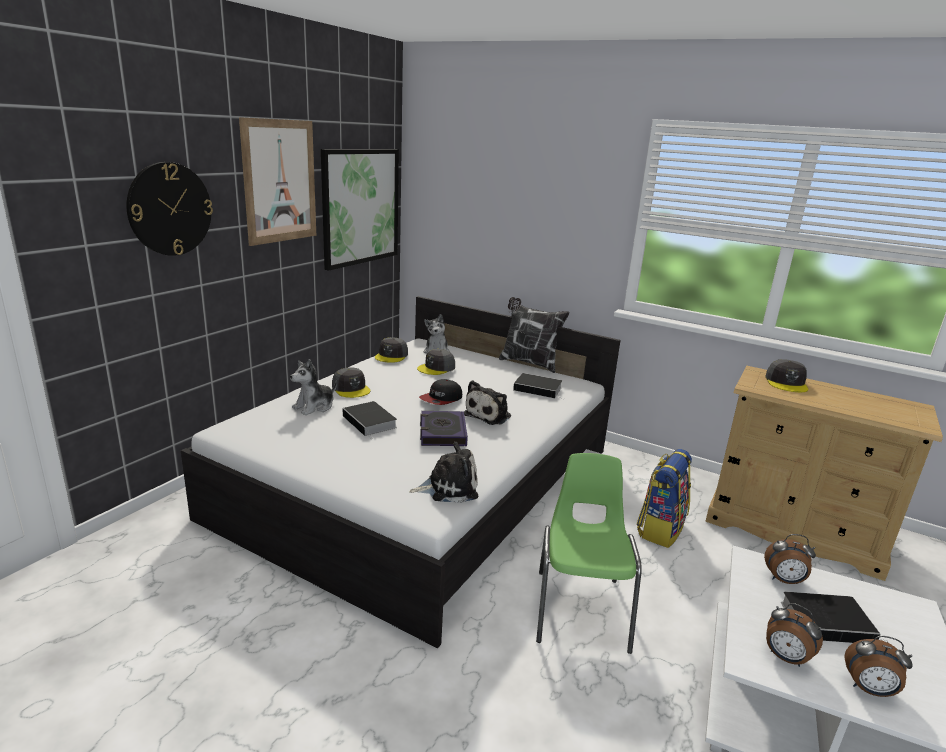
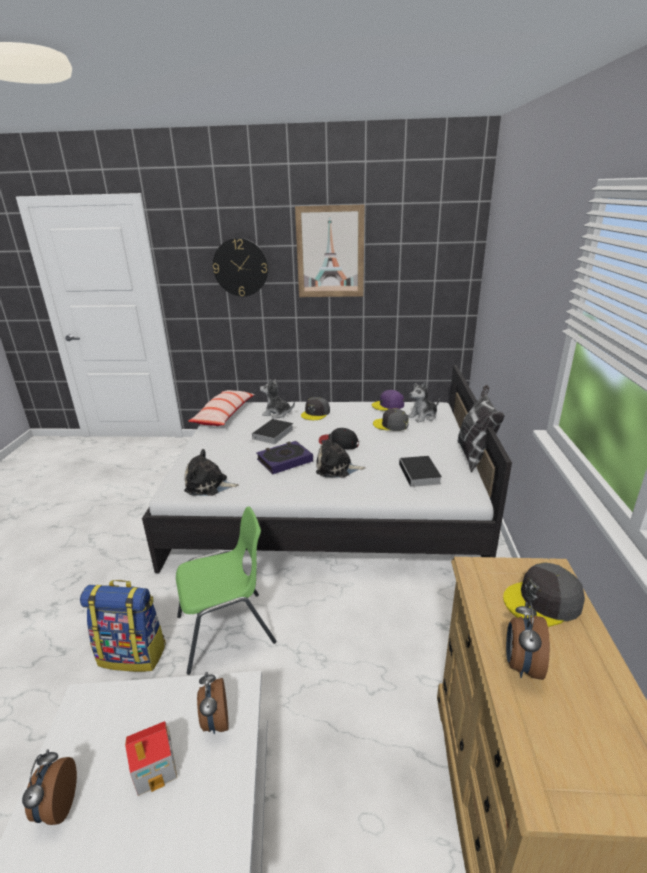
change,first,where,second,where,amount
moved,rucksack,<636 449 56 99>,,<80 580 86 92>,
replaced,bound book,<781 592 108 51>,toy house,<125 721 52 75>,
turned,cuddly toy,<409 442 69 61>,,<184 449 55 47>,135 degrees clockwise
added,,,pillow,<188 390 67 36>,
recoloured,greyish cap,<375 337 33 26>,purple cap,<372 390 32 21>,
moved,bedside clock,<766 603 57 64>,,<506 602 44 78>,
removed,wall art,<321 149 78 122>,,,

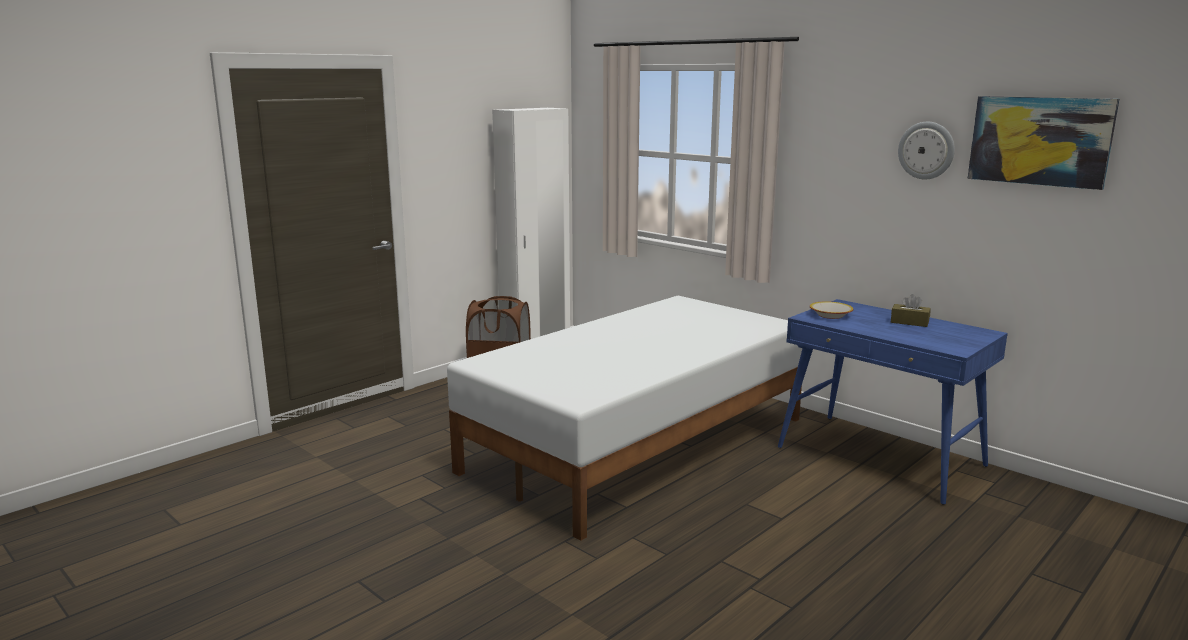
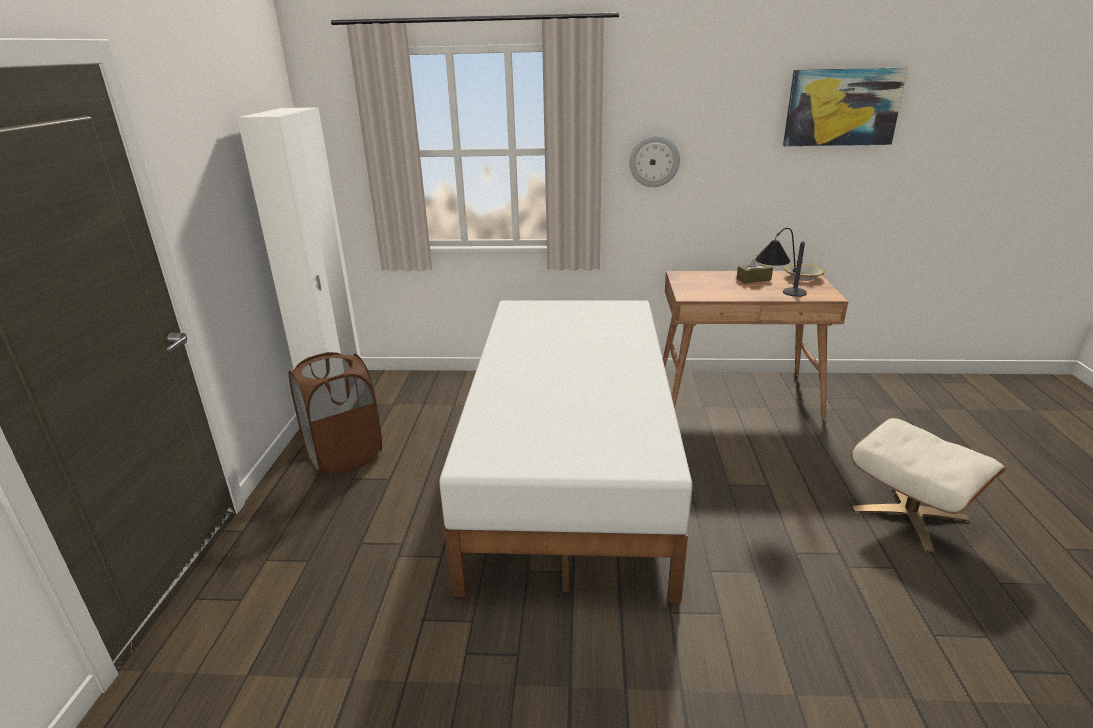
change,first,where,second,where,amount
moved,wall clock,<898 122 57 58>,,<630 136 50 51>,
recoloured,blue desk table,<778 299 230 206>,brown desk table,<663 271 186 149>,
added,,,tabletop lamp,<755 228 52 69>,
moved,deep dish,<810 301 43 18>,,<785 264 40 17>,
added,,,sand-coloured ottoman,<851 418 155 134>,

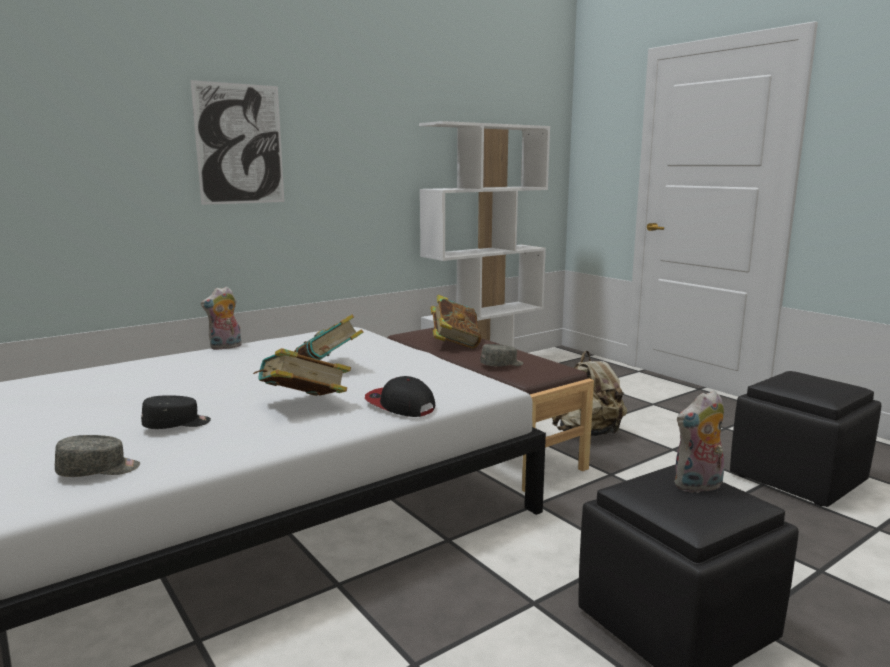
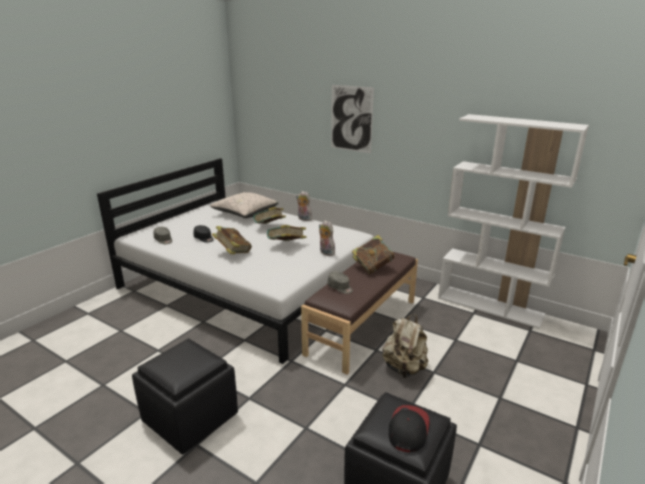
change,first,where,second,where,amount
added,,,sand-coloured pillow,<210 192 68 26>,
added,,,bound book,<253 207 33 17>,
moved,cuddly toy,<674 390 50 103>,,<319 220 16 36>,
moved,cap,<365 376 70 41>,,<389 405 41 47>,

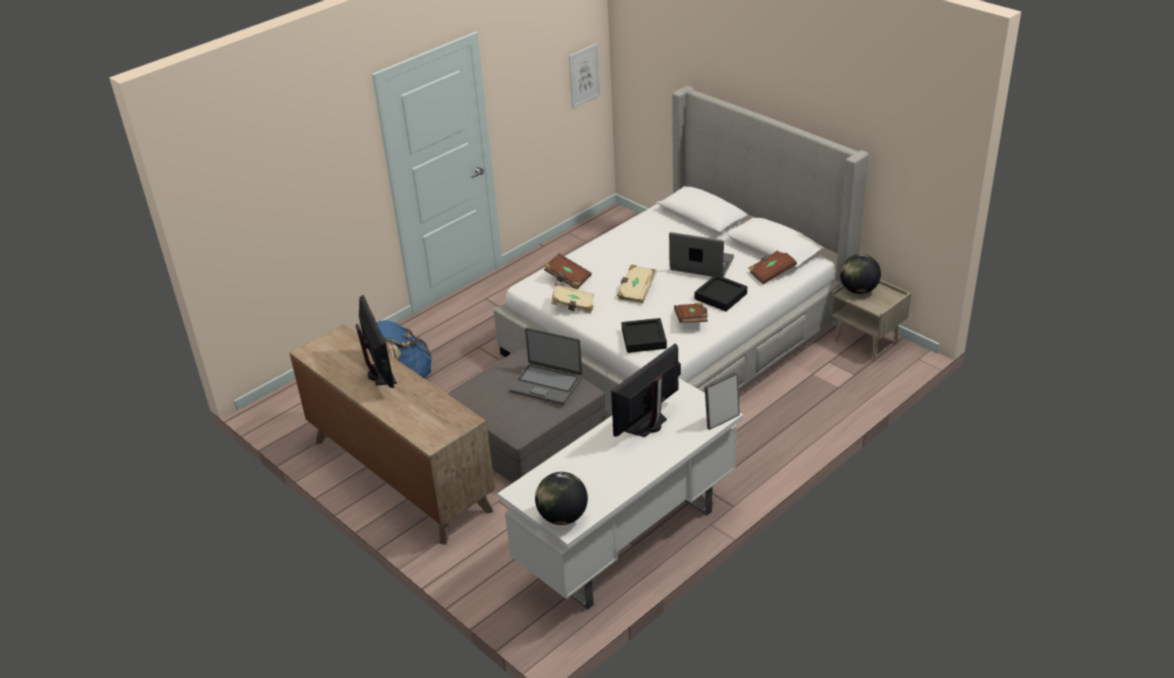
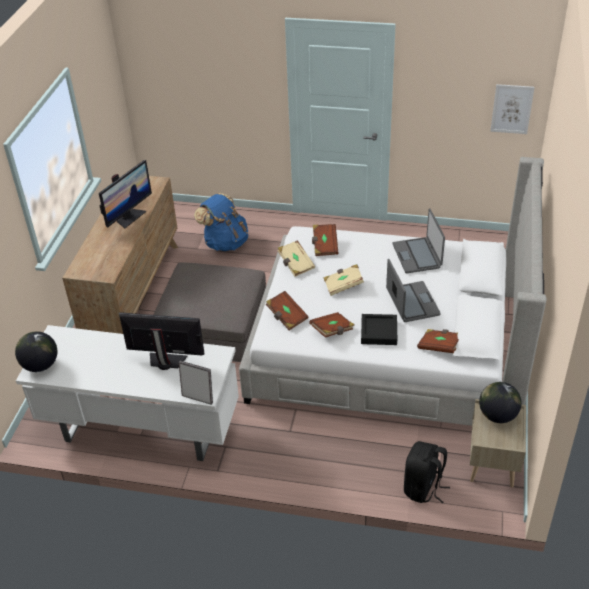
change,first,where,second,where,amount
replaced,blackish serving tray,<622 318 45 35>,brown bound book,<266 291 43 39>,
moved,laptop,<510 328 72 77>,,<393 208 52 65>,
added,,,blackish rucksack,<404 441 46 62>,

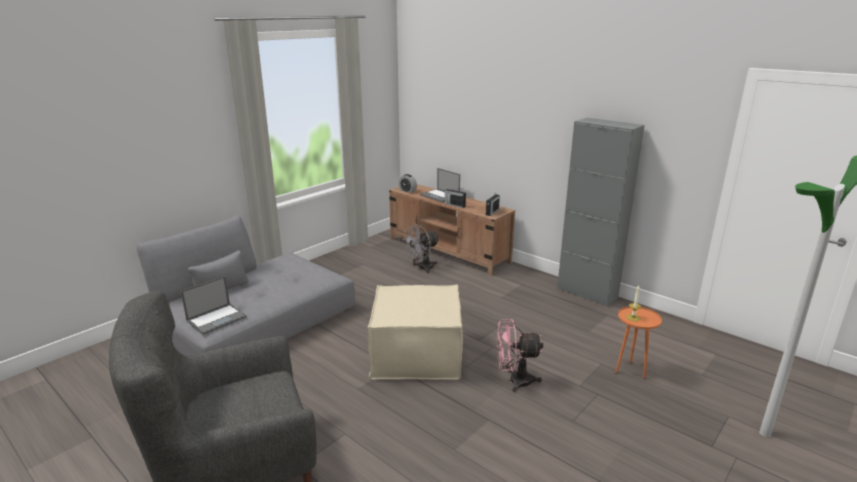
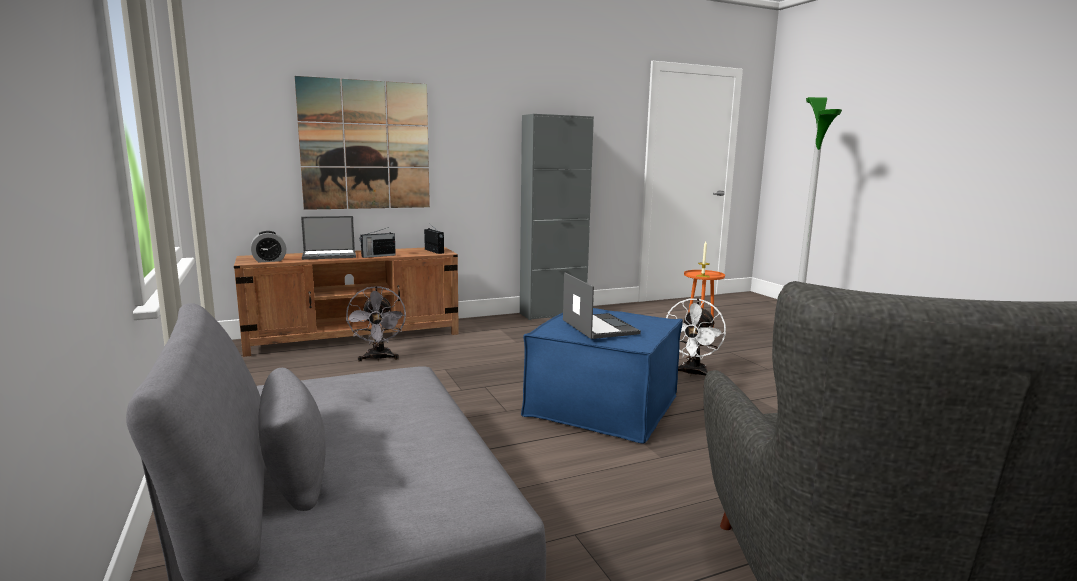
change,first,where,second,where,amount
added,,,wall art,<295 76 135 134>,
recoloured,sand-coloured ottoman,<368 285 95 95>,blue ottoman,<521 308 162 136>,
moved,laptop,<181 276 66 59>,,<563 273 78 66>,
recoloured,pink-coloured electric fan,<497 319 46 73>,white-coloured electric fan,<666 298 60 78>,

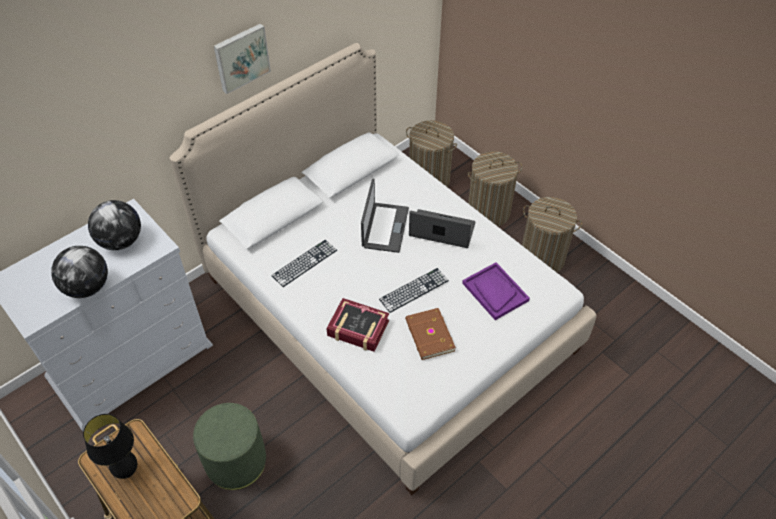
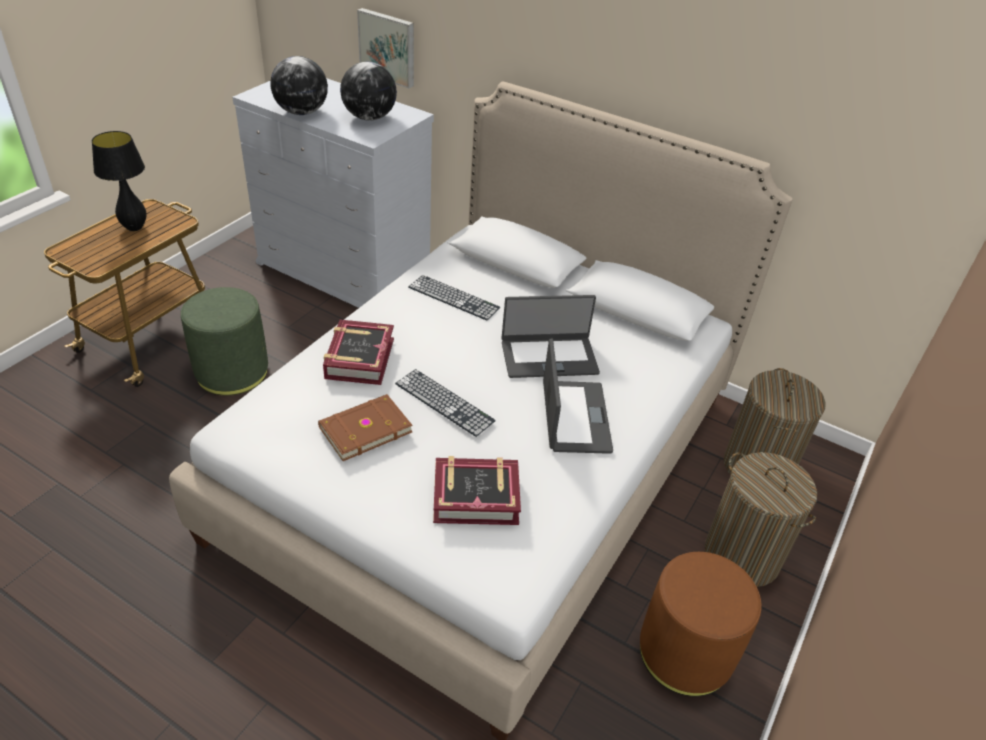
change,first,where,second,where,amount
moved,wall art,<214 24 57 70>,,<357 8 57 80>,
replaced,purple serving tray,<462 262 68 58>,bound book,<433 456 88 69>,
replaced,hamper,<522 197 60 75>,brown ottoman,<640 552 122 145>,

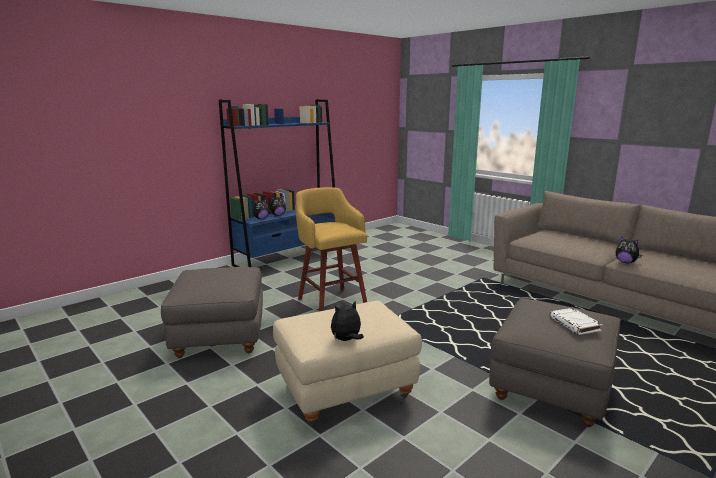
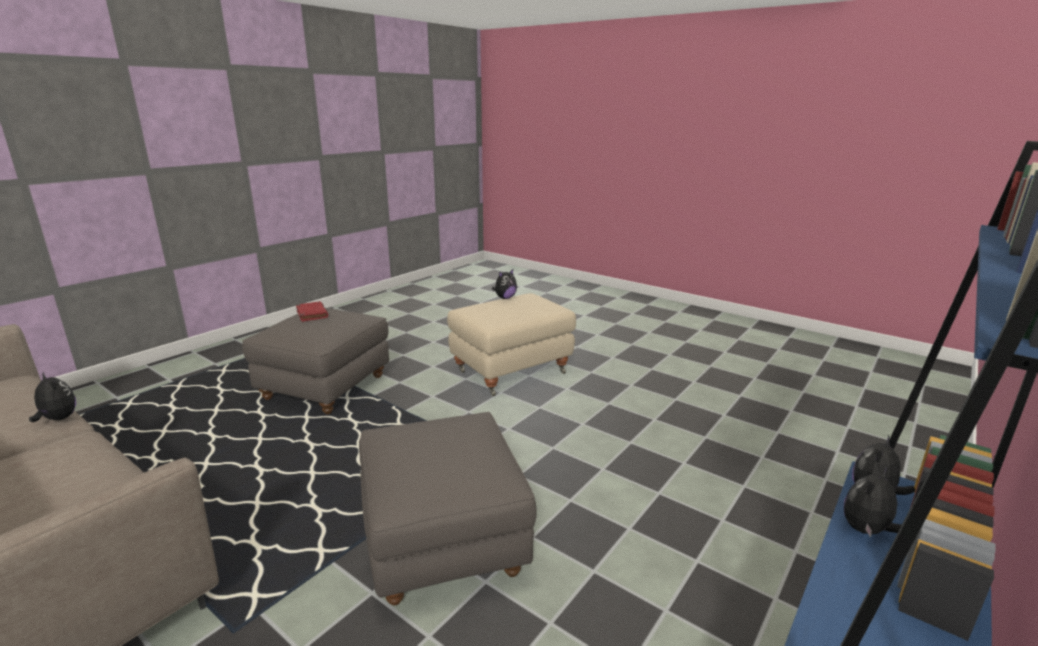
change,first,where,second,where,amount
recoloured,white-coloured bound book,<550 308 53 27>,reddish bound book,<296 301 32 21>,
moved,greyish ottoman,<161 267 102 91>,,<359 412 178 193>,
removed,yellow-coloured sitting stool,<296 187 71 124>,,,

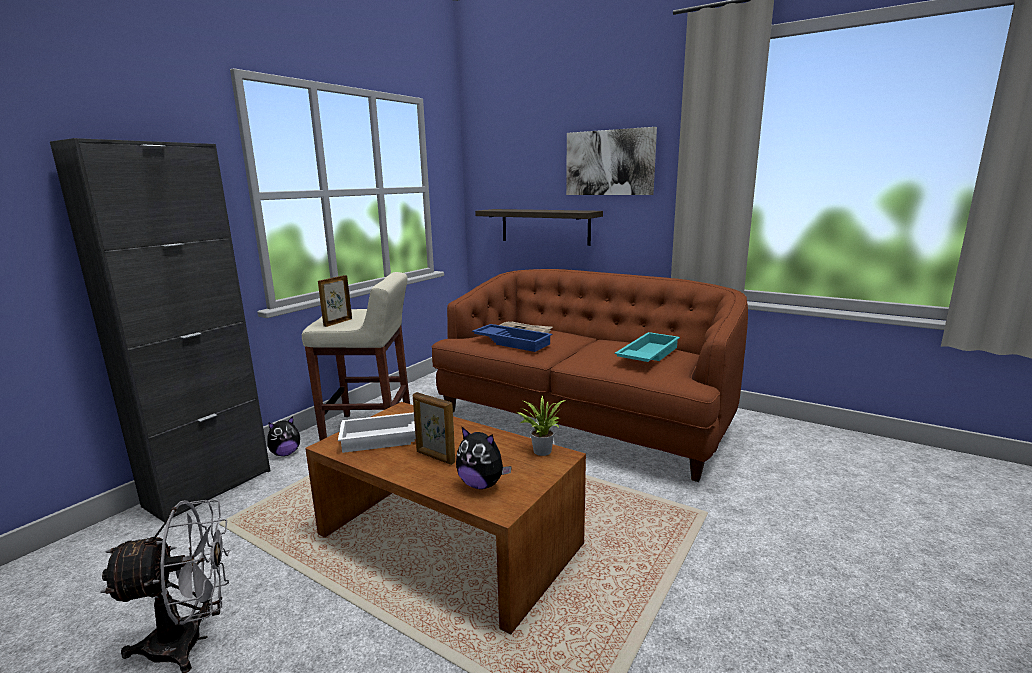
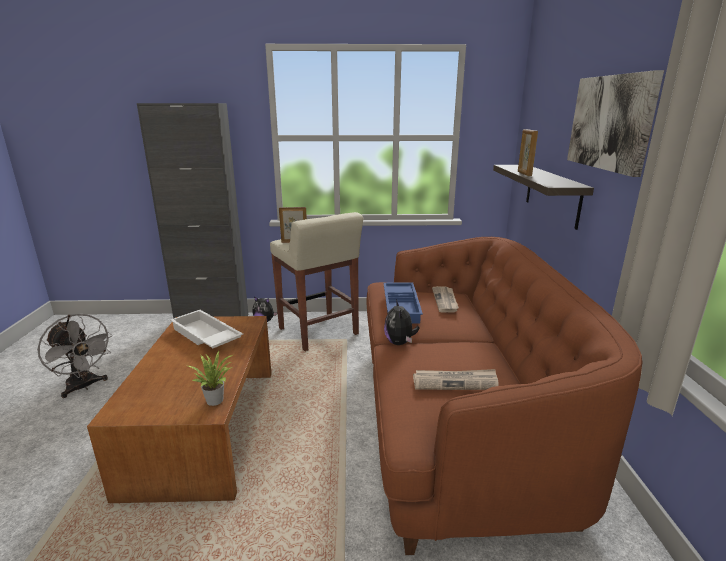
change,first,where,second,where,amount
moved,cuddly toy,<456 426 56 63>,,<384 300 35 45>,
replaced,blue-green serving tray,<615 332 65 30>,daily paper,<413 369 86 21>,
moved,picture frame,<413 392 42 73>,,<518 129 20 47>,

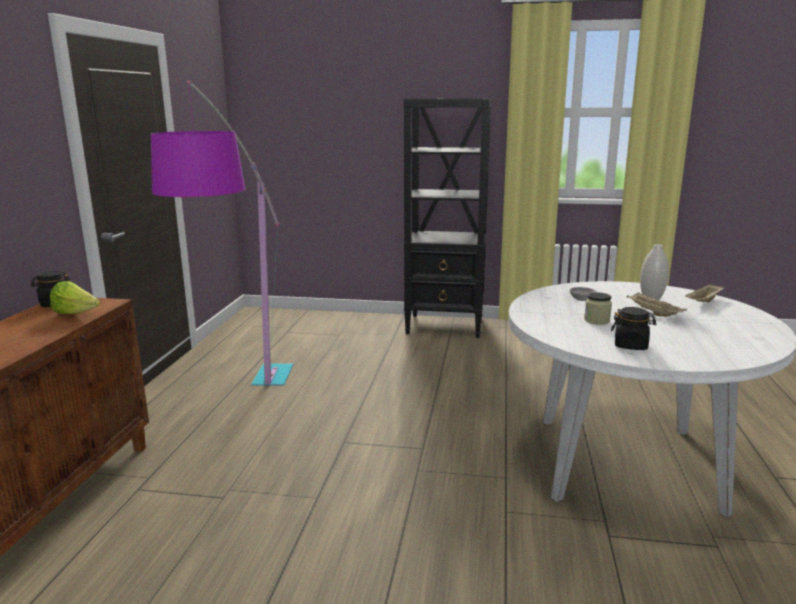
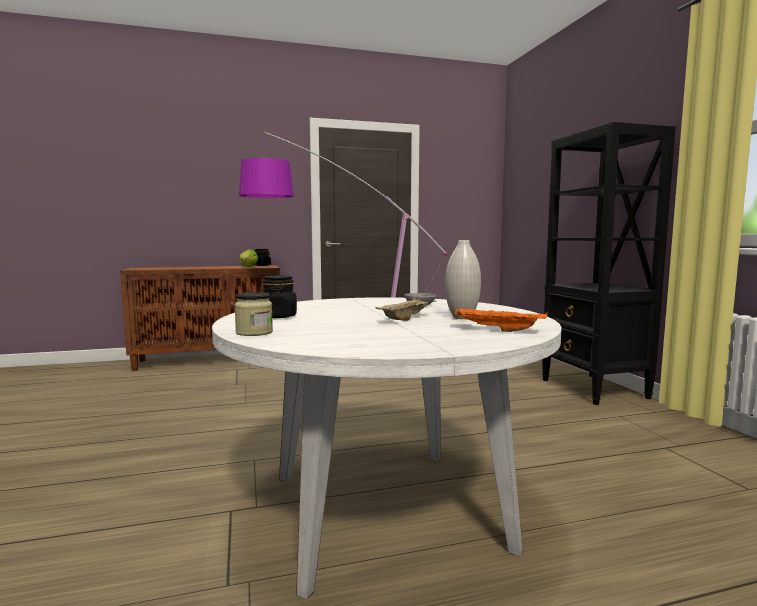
change,first,where,second,where,amount
moved,preserve jar,<584 292 28 33>,,<234 292 39 44>,
recoloured,sand-coloured serving tray,<685 283 40 19>,orangey serving tray,<454 308 94 24>,

